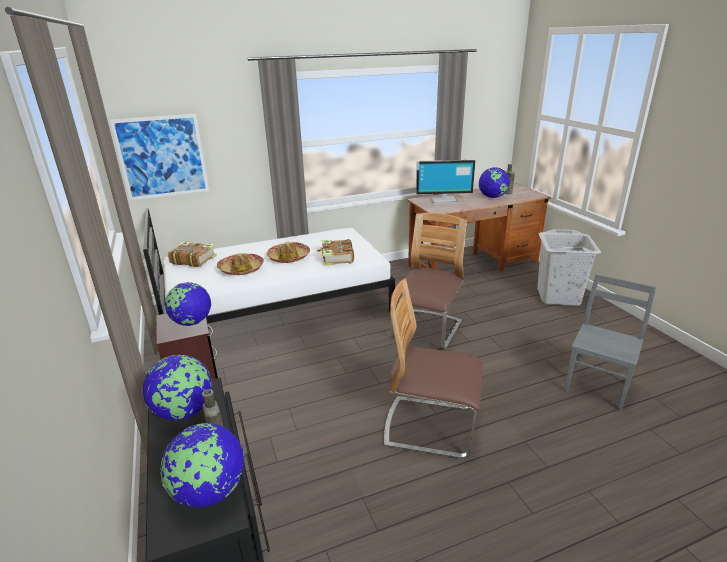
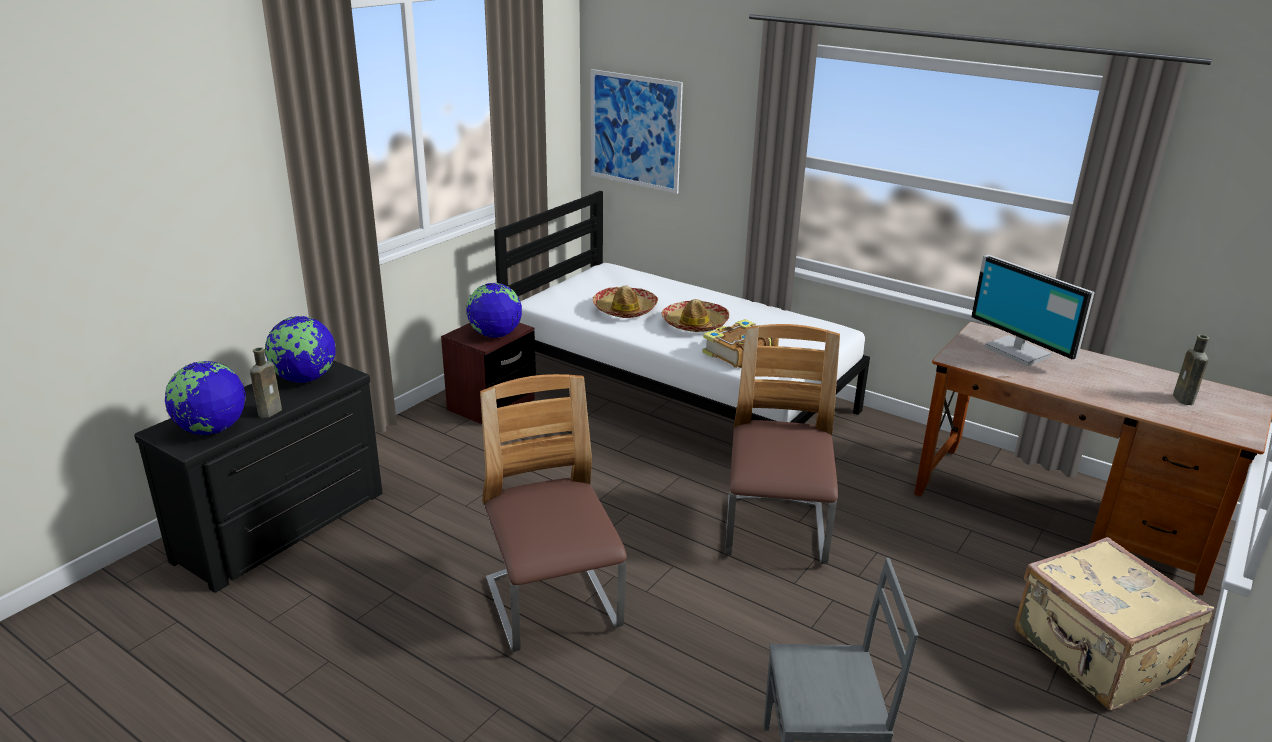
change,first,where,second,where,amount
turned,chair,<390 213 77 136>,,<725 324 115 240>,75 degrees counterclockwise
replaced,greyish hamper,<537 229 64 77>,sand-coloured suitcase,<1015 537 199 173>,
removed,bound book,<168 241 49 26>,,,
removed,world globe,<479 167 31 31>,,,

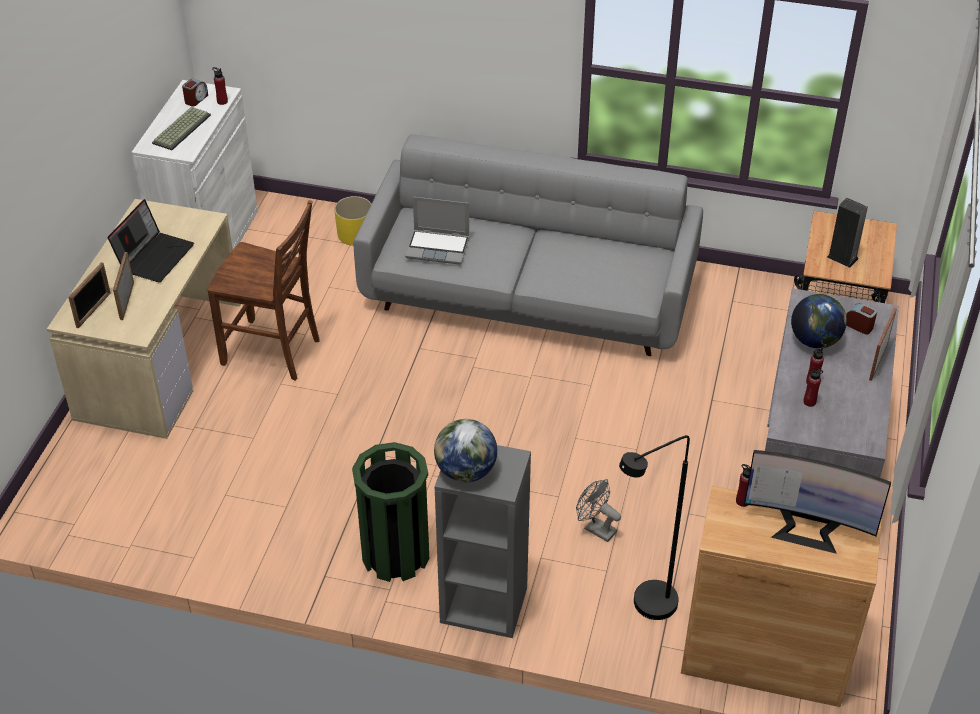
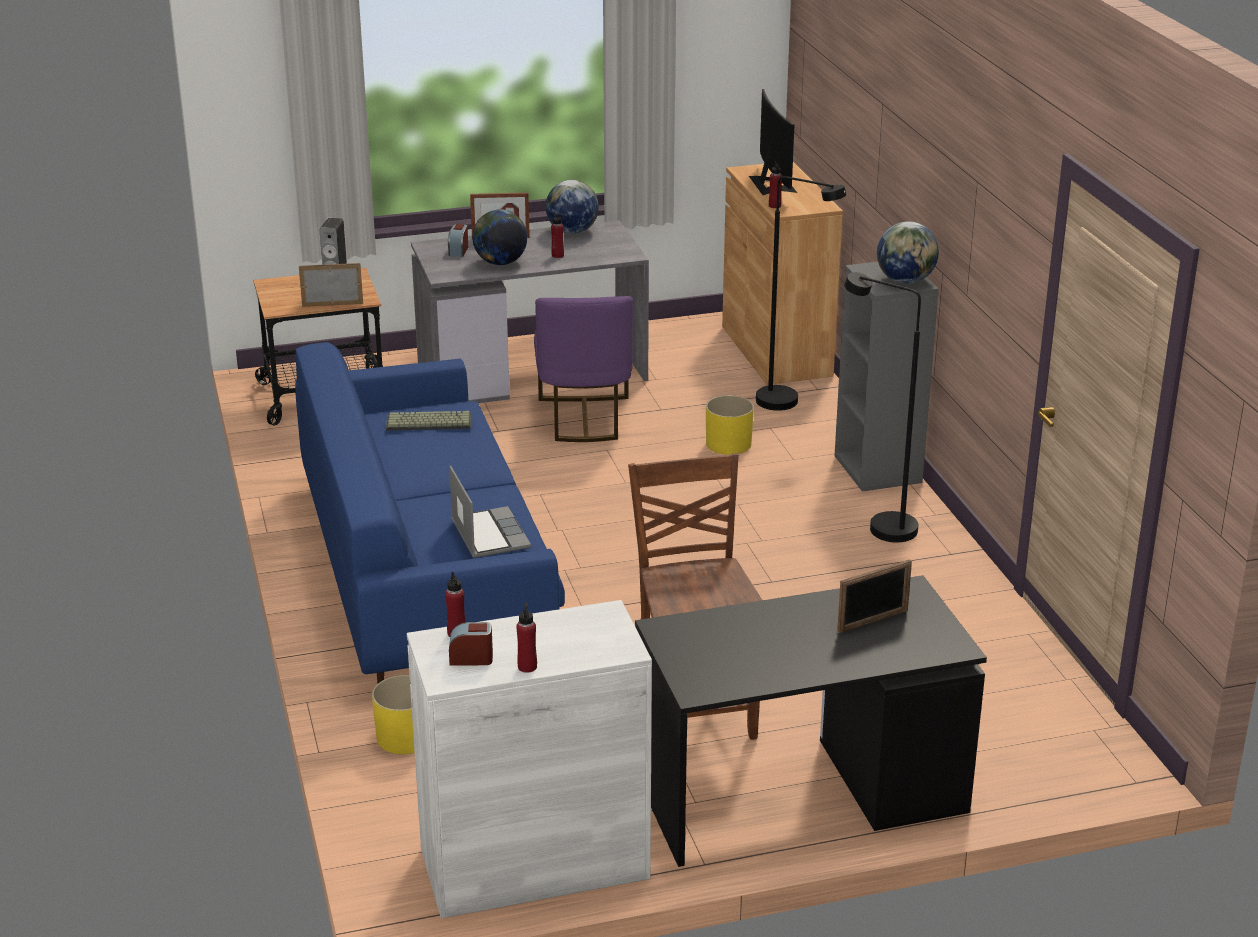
change,first,where,second,where,amount
recoloured,greyish sofa,<354 134 349 222>,blue sofa,<295 342 270 341>,
moved,picture frame,<68 262 43 66>,,<299 263 64 44>,
moved,keyboard,<152 107 59 43>,,<386 411 85 20>,
moved,reddish bottle,<803 367 20 40>,,<516 602 21 71>,
added,,,purple chair,<534 296 99 146>,
added,,,world globe,<546 180 53 54>,
recoloured,sand-coloured desk table,<47 199 194 240>,blackish desk table,<635 575 352 292>,
replaced,greyish electric fan,<576 479 45 63>,yellow-coloured flower pot,<706 395 48 60>,
replaced,green-coloured trash can,<352 442 77 140>,blackish standing lamp,<844 272 77 270>,
removed,laptop,<108 199 86 83>,,,

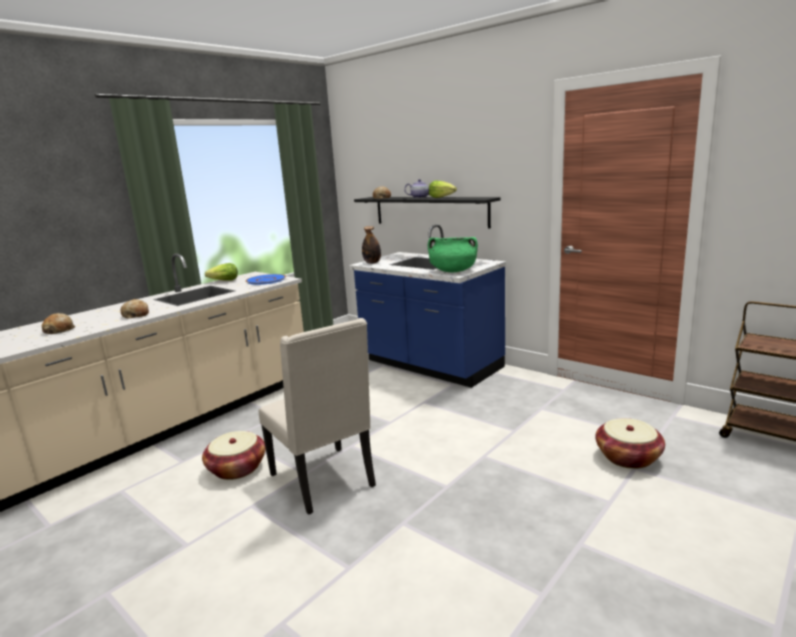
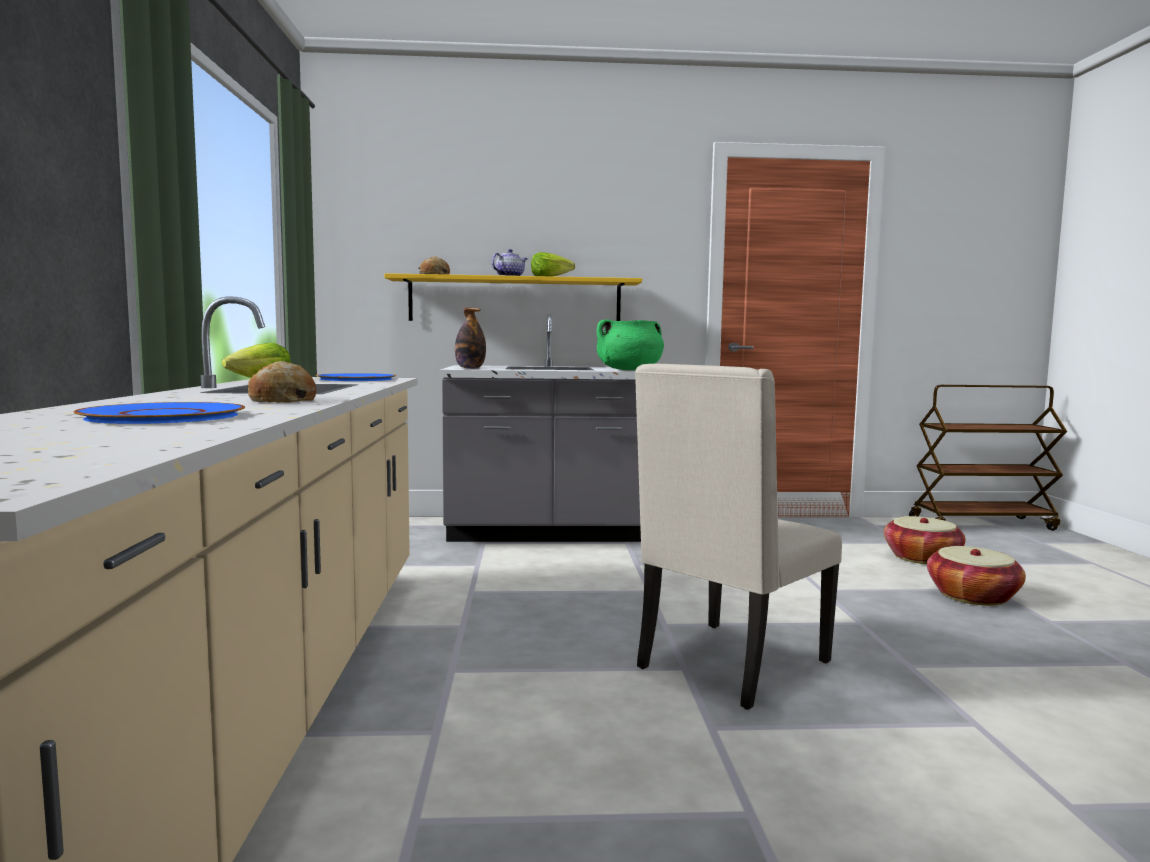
change,first,where,second,where,amount
replaced,bakery bread,<42 313 33 21>,blue flat dish,<74 402 171 22>,
recoloured,blackish shelf,<354 197 146 31>,yellow-coloured shelf,<384 273 258 48>,
recoloured,blue counter,<349 224 157 164>,greyish counter,<440 314 201 228>,
turned,sand-coloured chair,<259 318 117 197>,,<635 364 207 346>,120 degrees clockwise
moved,household basket,<202 431 64 49>,,<927 546 99 60>,

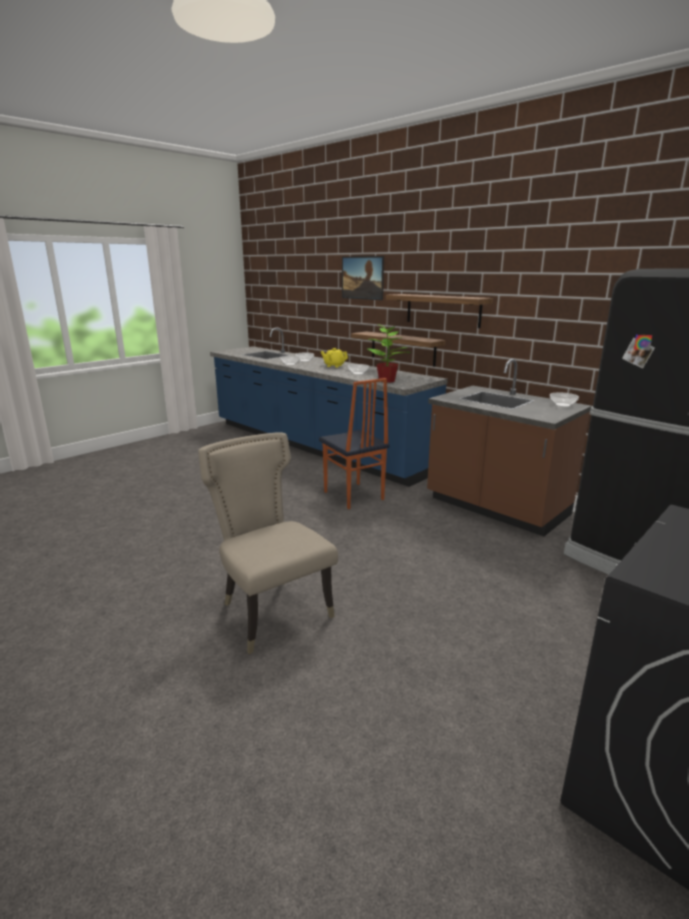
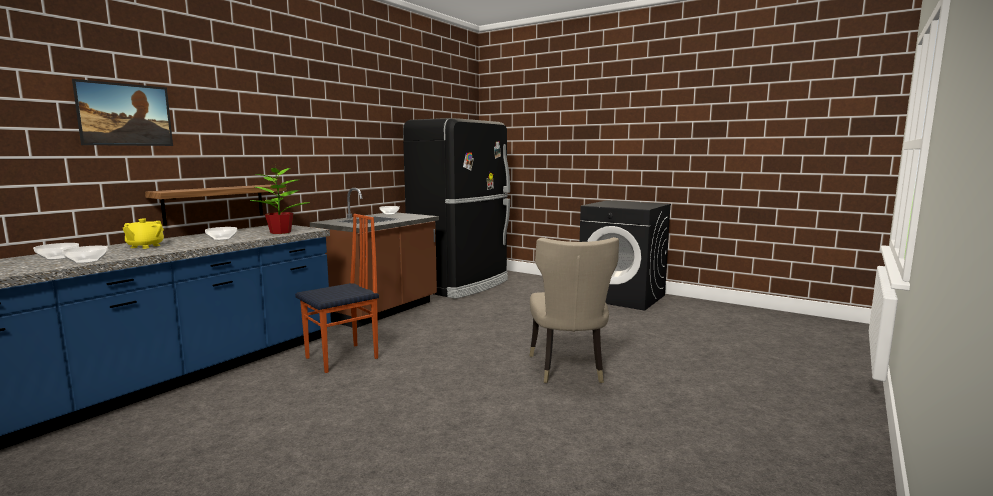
change,first,where,second,where,amount
turned,sand-coloured chair,<198 432 140 222>,,<530 237 89 146>,45 degrees counterclockwise
removed,shelf,<386 294 107 34>,,,

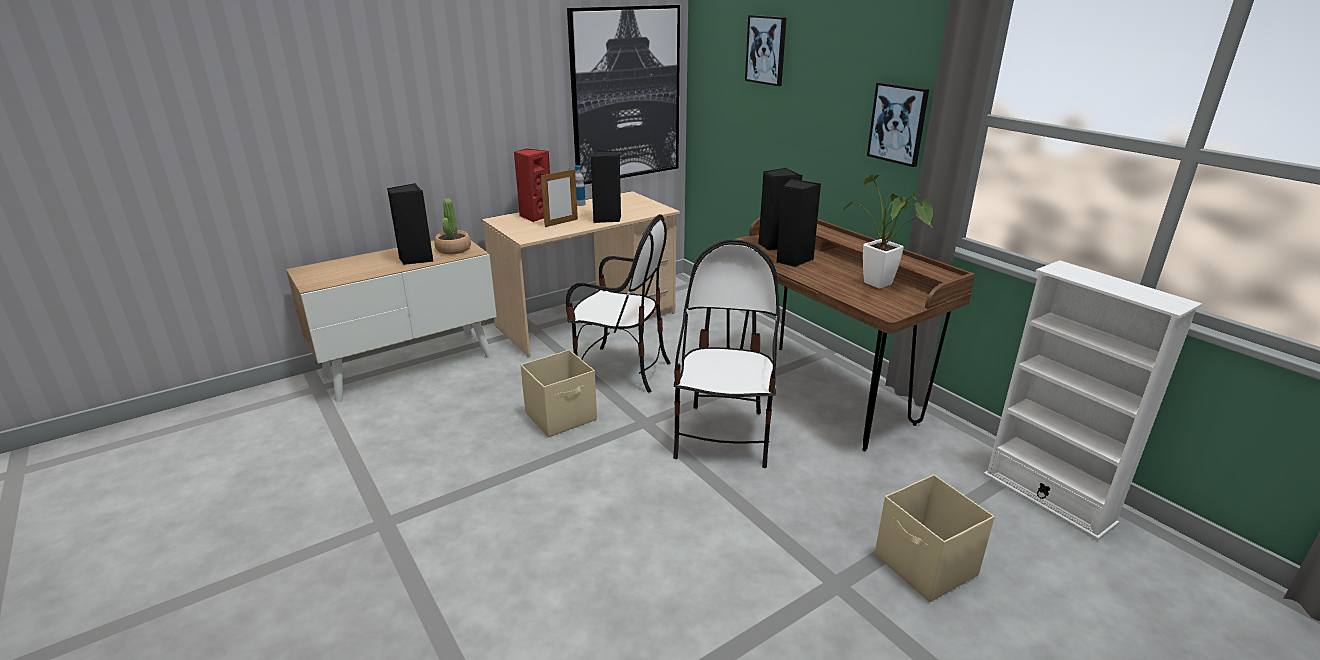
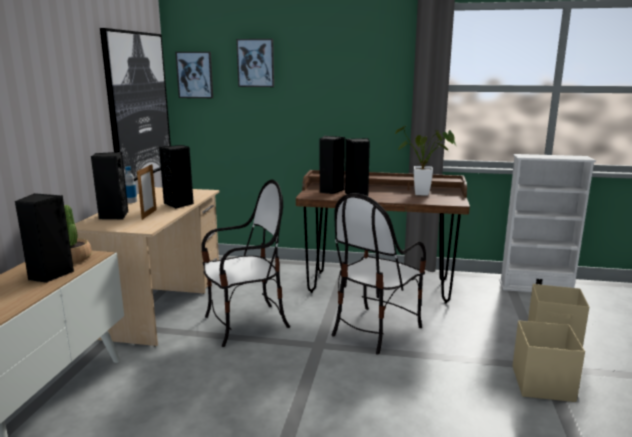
change,first,where,second,where,amount
recoloured,reddish speaker,<514 149 36 73>,blackish speaker,<91 152 37 67>,
moved,wall art,<867 82 62 85>,,<175 52 38 46>,
turned,chair,<673 239 107 229>,,<332 193 94 162>,105 degrees counterclockwise
moved,sand-coloured storage bin,<521 350 76 87>,,<513 320 72 82>,

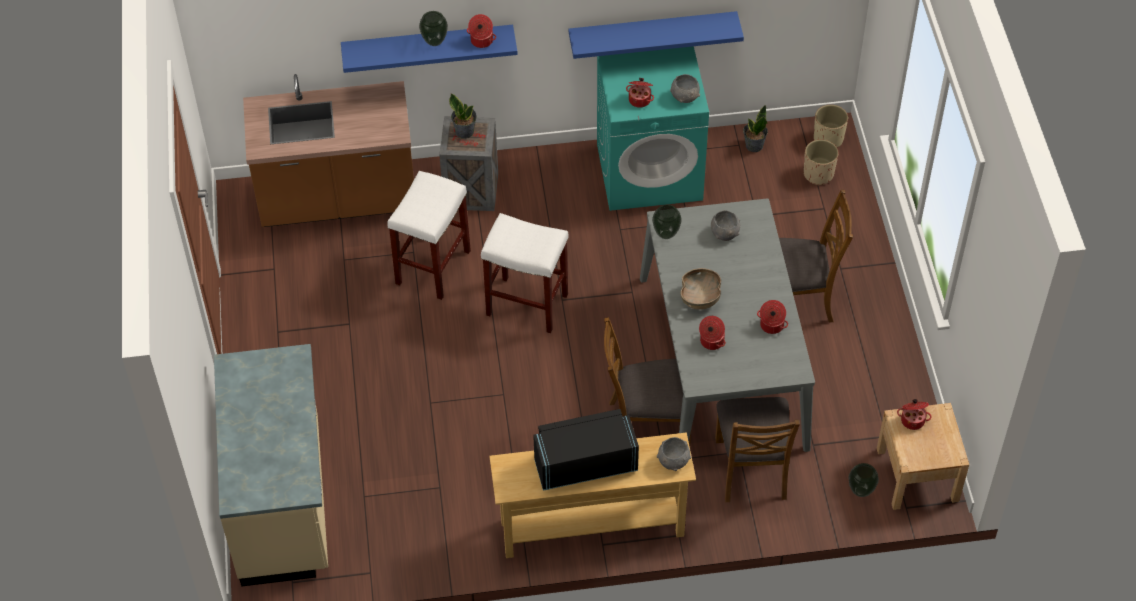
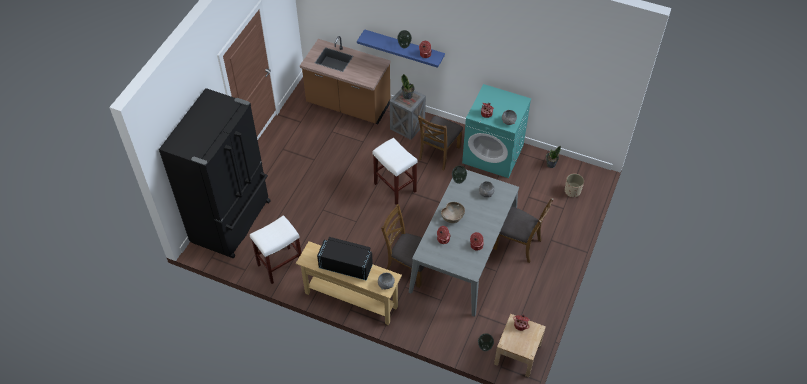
change,first,where,second,where,amount
replaced,sand-coloured counter,<214 344 114 243>,blackish kitchen fridge,<159 88 112 171>,
moved,white-coloured sitting stool,<387 171 84 129>,,<250 215 51 69>,
moved,brown chair,<715 397 85 105>,,<418 115 45 55>,
removed,blue shelf,<569 11 175 48>,,,
removed,sand-coloured flower pot,<814 105 34 43>,,,

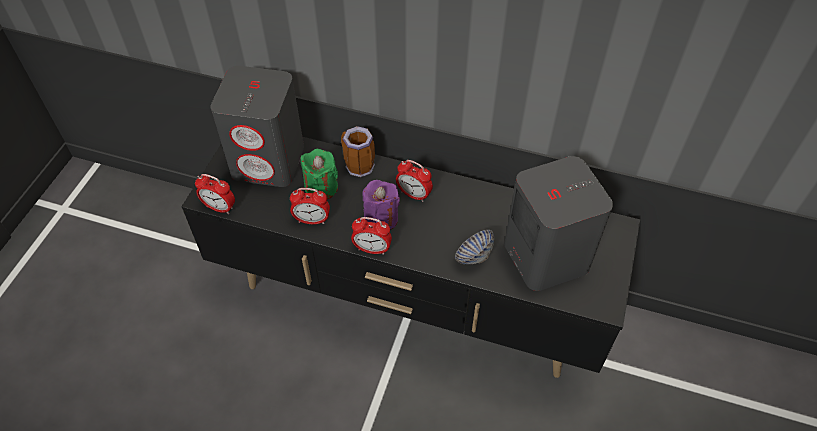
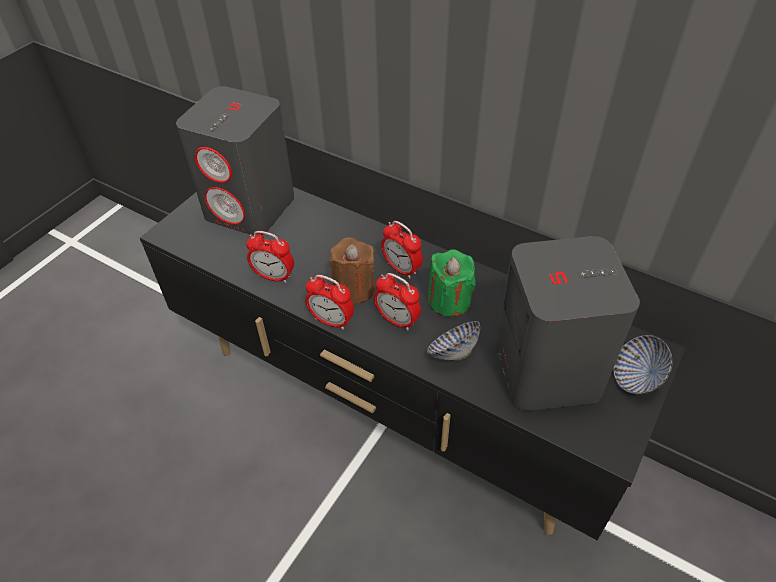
change,first,where,second,where,amount
recoloured,purple candle,<362 180 38 50>,brown candle,<329 238 46 66>,
moved,bedside clock,<195 174 40 40>,,<374 273 47 58>,
moved,green-coloured candle,<301 149 37 50>,,<428 249 48 68>,
added,,,deep dish,<613 335 60 59>,
removed,mug,<341 126 34 51>,,,

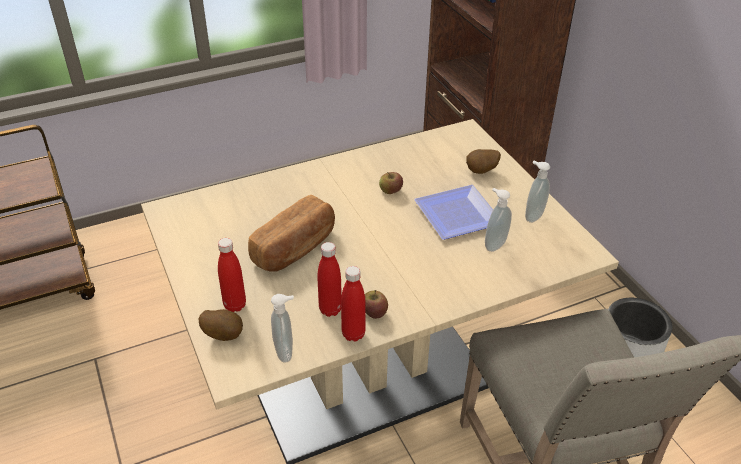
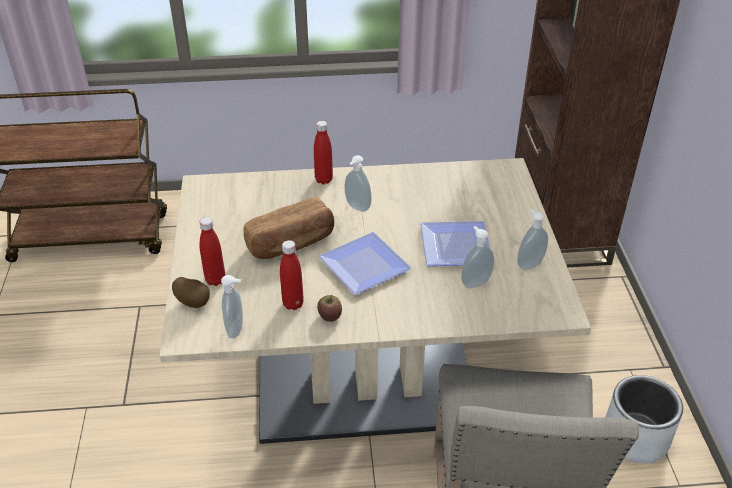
change,first,where,second,where,amount
moved,reddish bottle,<341 266 25 76>,,<314 121 19 63>,
added,,,flat dish,<318 232 94 63>,
added,,,soap bottle,<344 155 27 57>,
removed,apple fruit,<379 172 24 22>,,,
removed,whole potato,<466 149 35 25>,,,

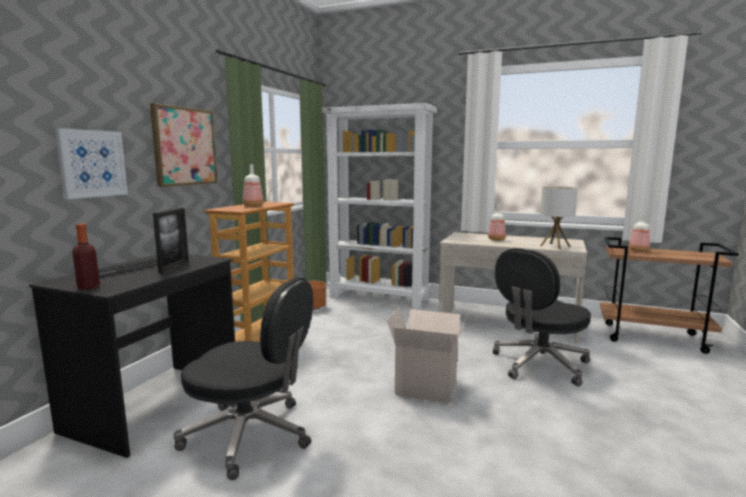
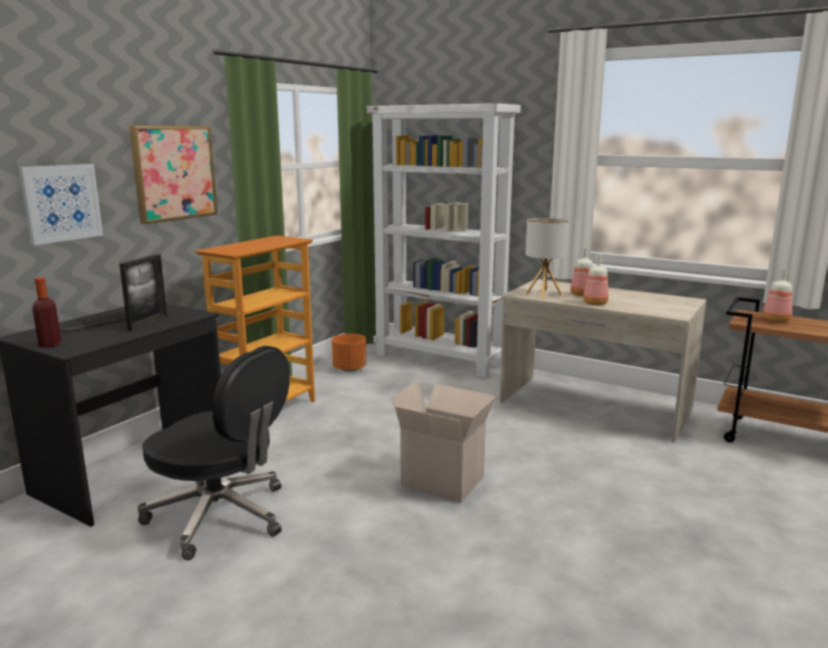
change,first,where,second,where,amount
moved,tabletop lamp,<540 187 38 62>,,<525 218 44 81>,
moved,bottle,<243 165 20 42>,,<583 254 26 51>,
removed,blackish office chair,<493 248 98 138>,,,

